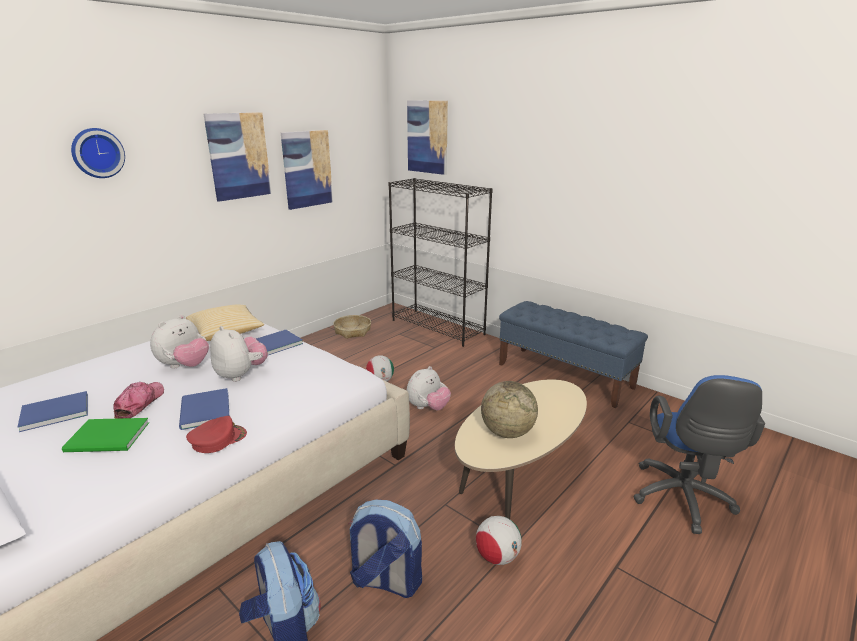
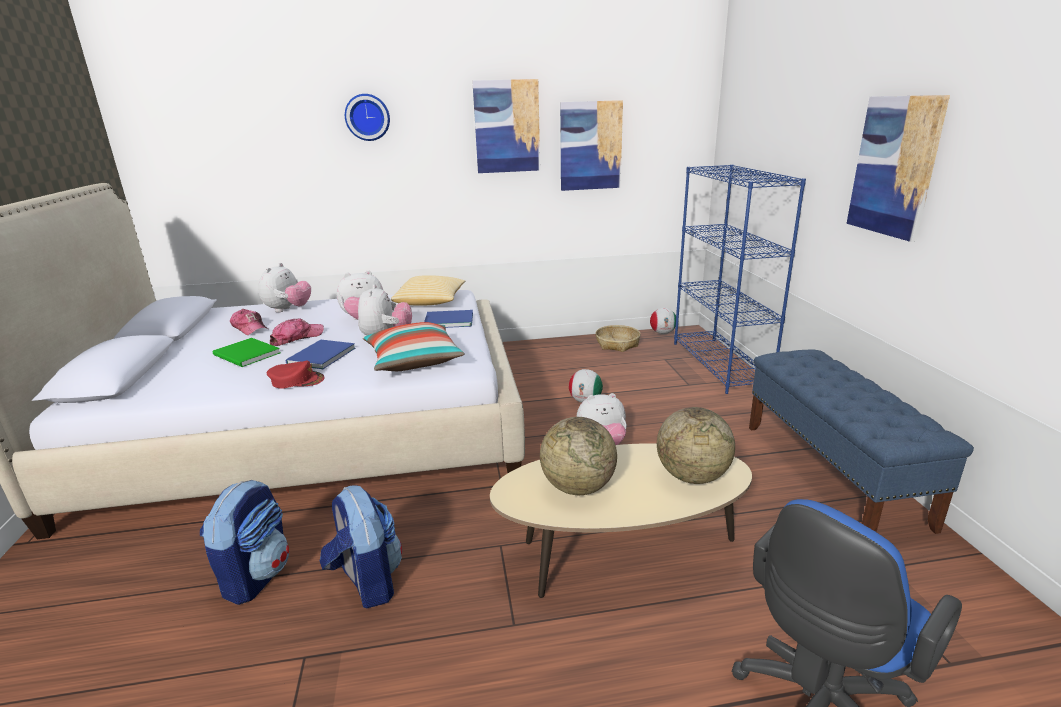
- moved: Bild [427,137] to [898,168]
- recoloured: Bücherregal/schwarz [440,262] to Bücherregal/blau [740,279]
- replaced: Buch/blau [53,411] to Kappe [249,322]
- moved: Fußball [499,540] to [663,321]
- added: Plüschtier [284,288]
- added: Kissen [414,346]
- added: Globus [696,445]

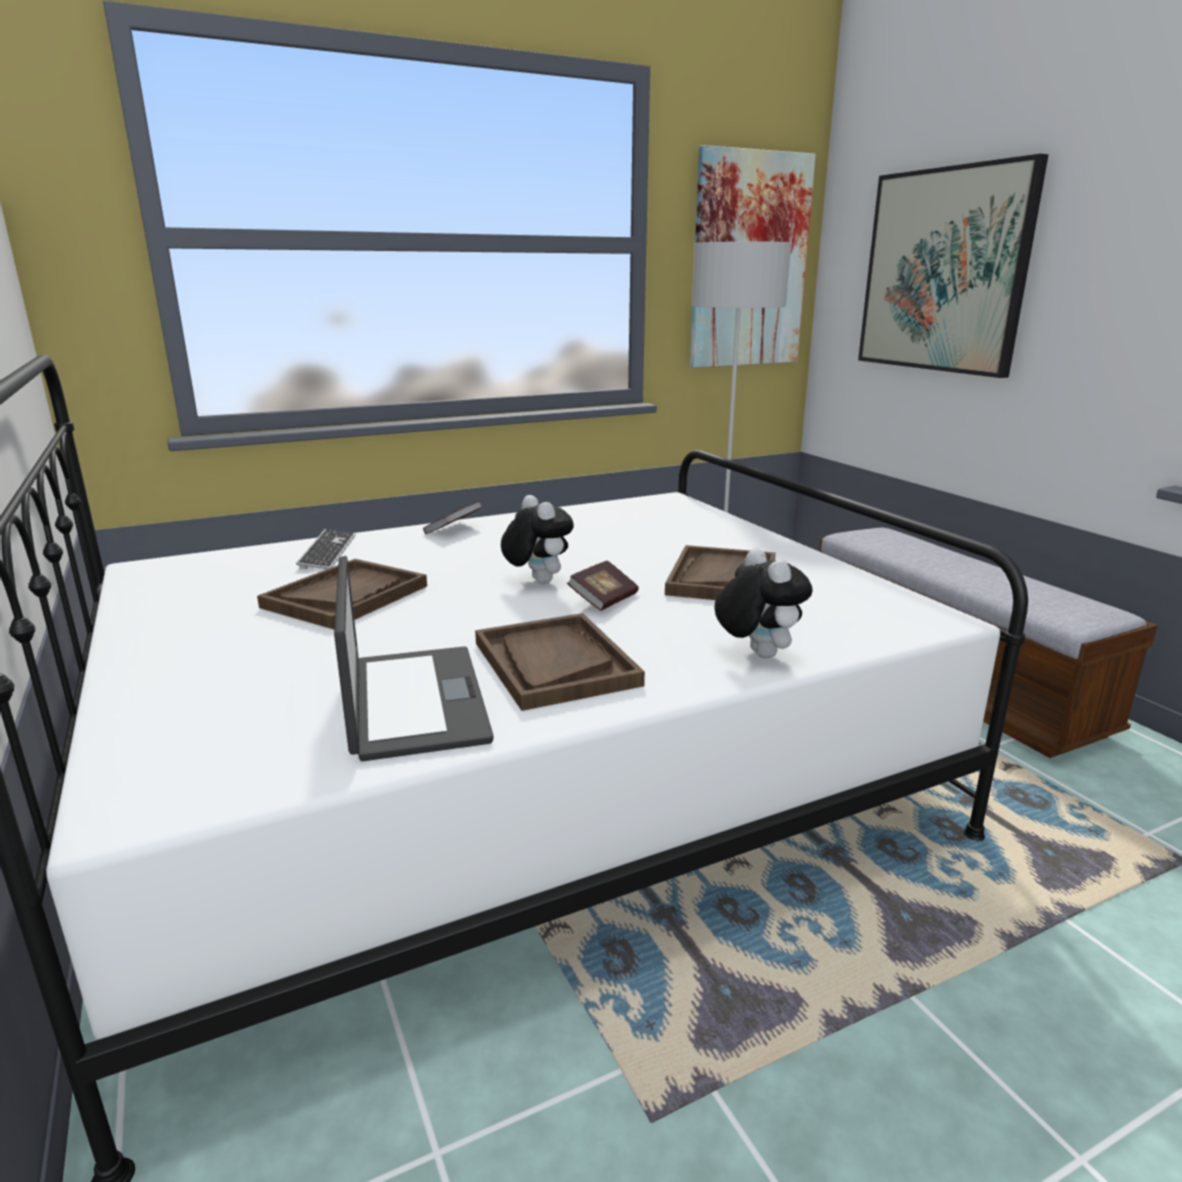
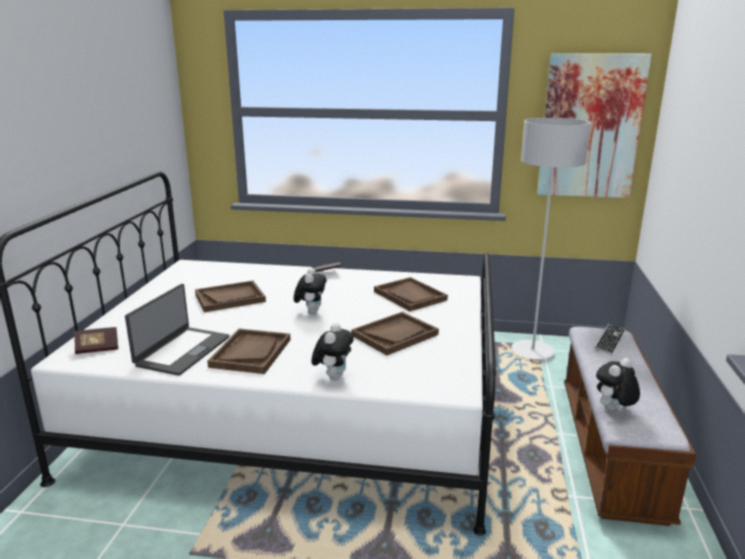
- removed: Bild [953,266]
- moved: Tastatur [325,549] to [610,339]
- moved: Buch [603,586] to [96,340]
- added: Tablett/braun [411,294]
- added: Plüschtier [618,384]

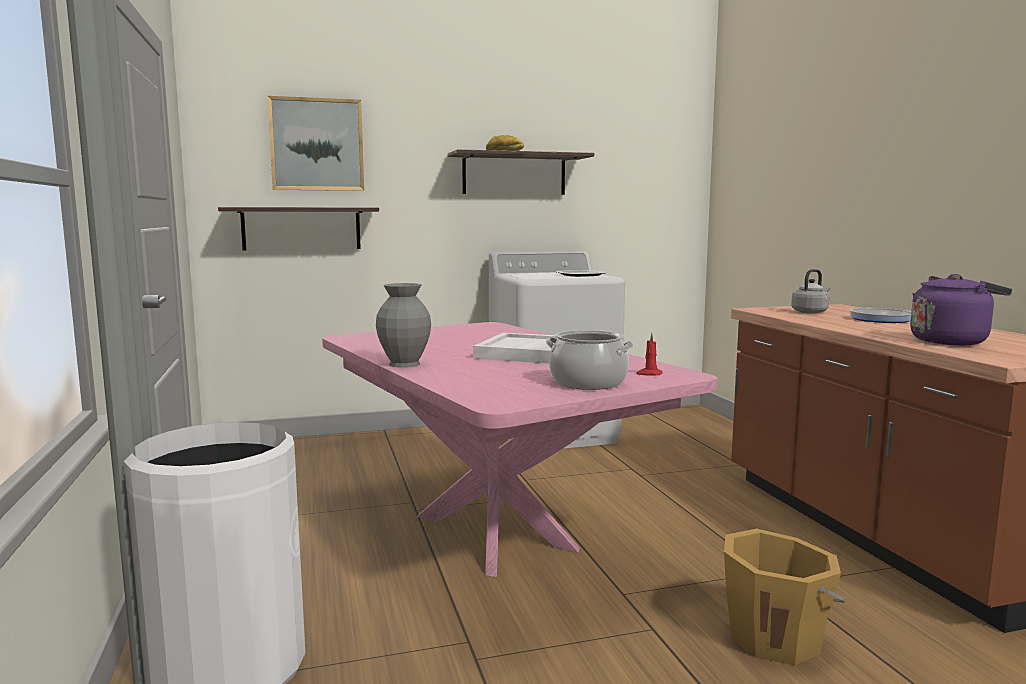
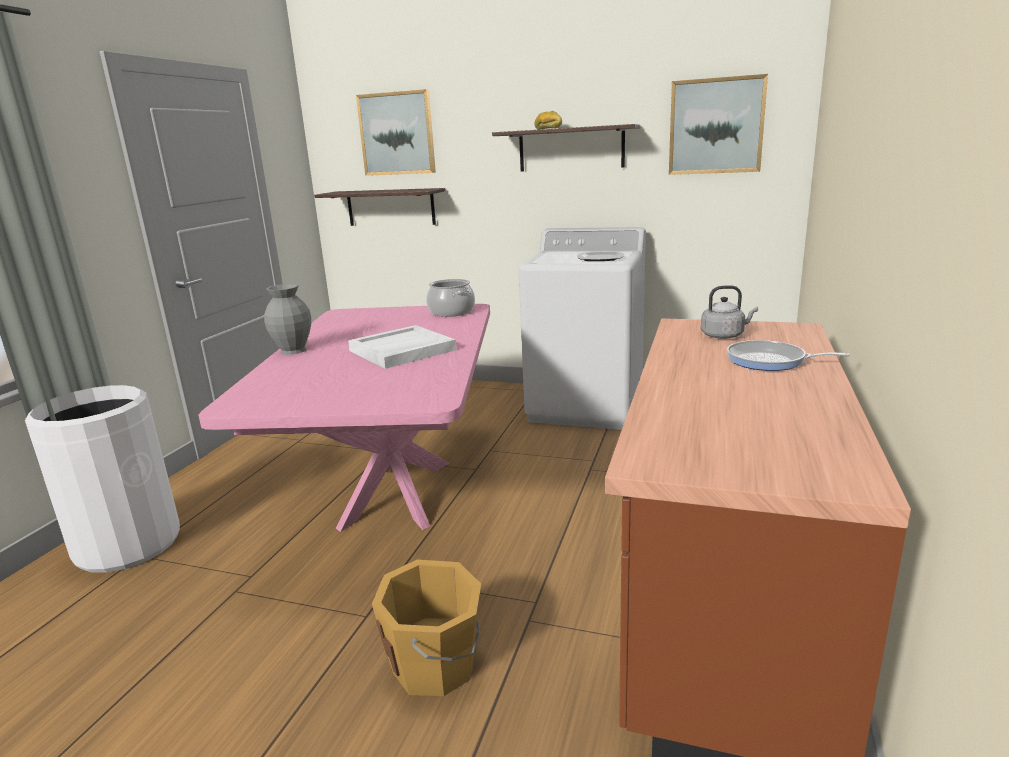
- removed: Wasserkessel/lila [961,309]
- moved: Kochtopf [590,360] to [450,298]
- removed: Kerze/rot [649,354]
- added: Bild [718,124]

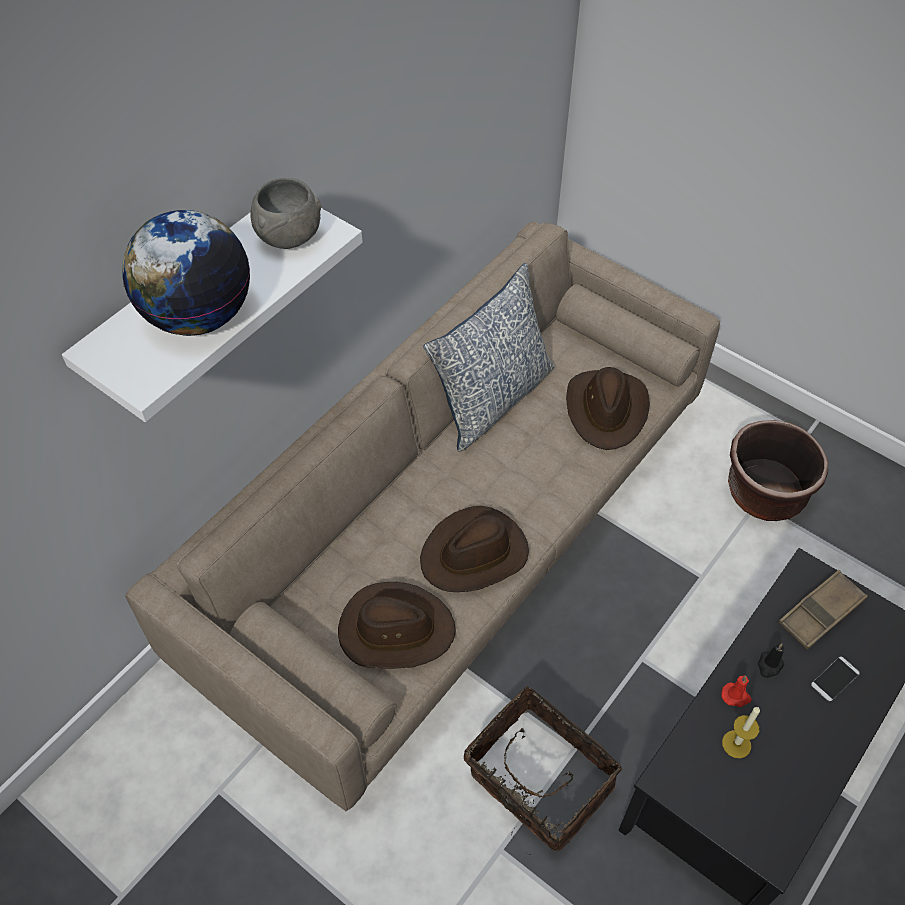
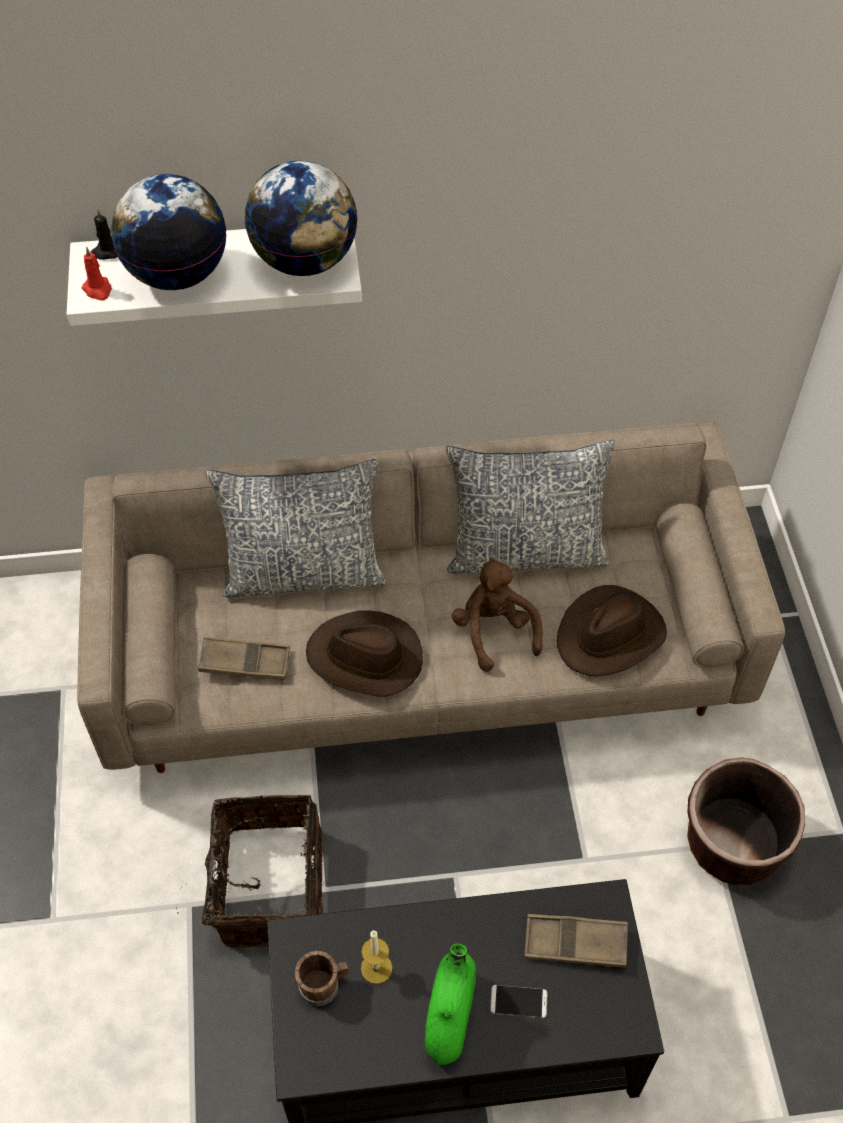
- replaced: Schüssel/grau [286,213] to Globus [301,218]
- replaced: Hut/braun [397,625] to Tablett/braun [244,659]
- moved: Kerze/schwarz [771,661] to [104,234]
- moved: Kerze/rot [736,691] to [96,274]
- added: Kissen [296,528]
- added: Plüschtier/braun [497,614]
- added: Vase/grün [450,1004]
- added: Henkelbecher/braun [321,978]

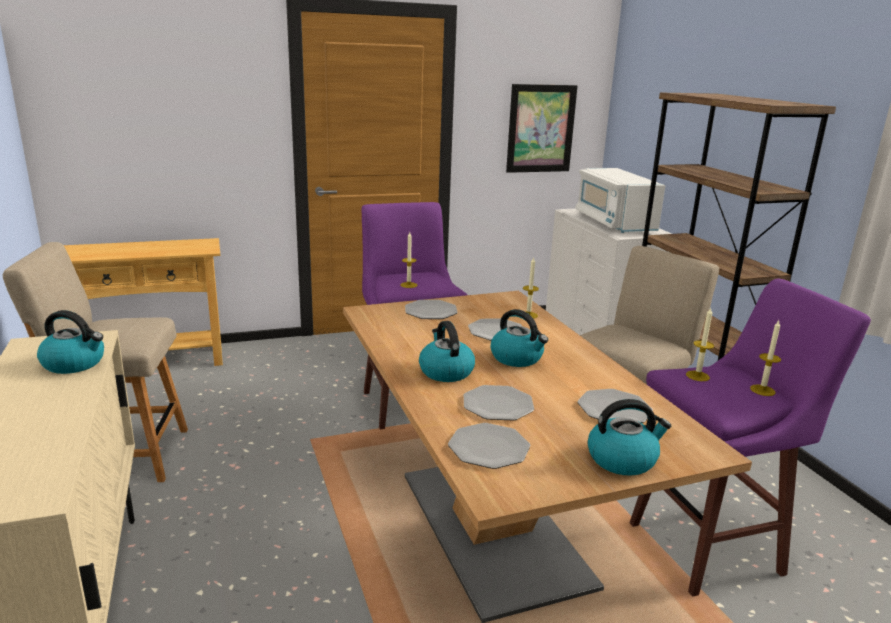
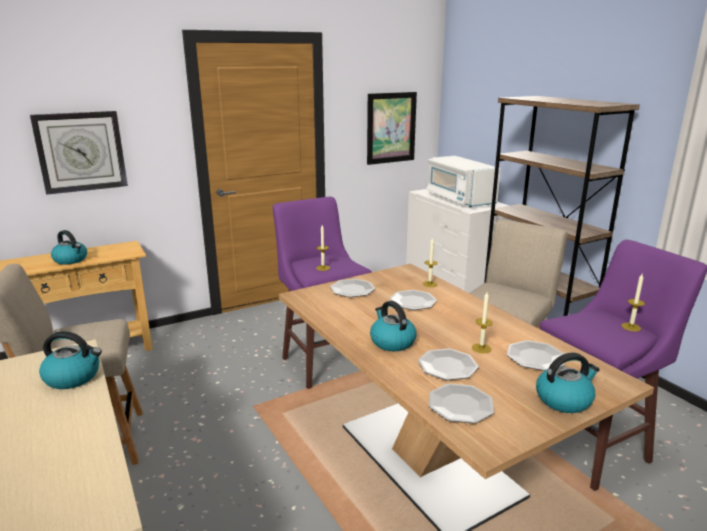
- moved: Kerze [700,344] to [482,322]
- moved: Wasserkessel [519,338] to [69,247]
- added: Wanduhr [79,153]

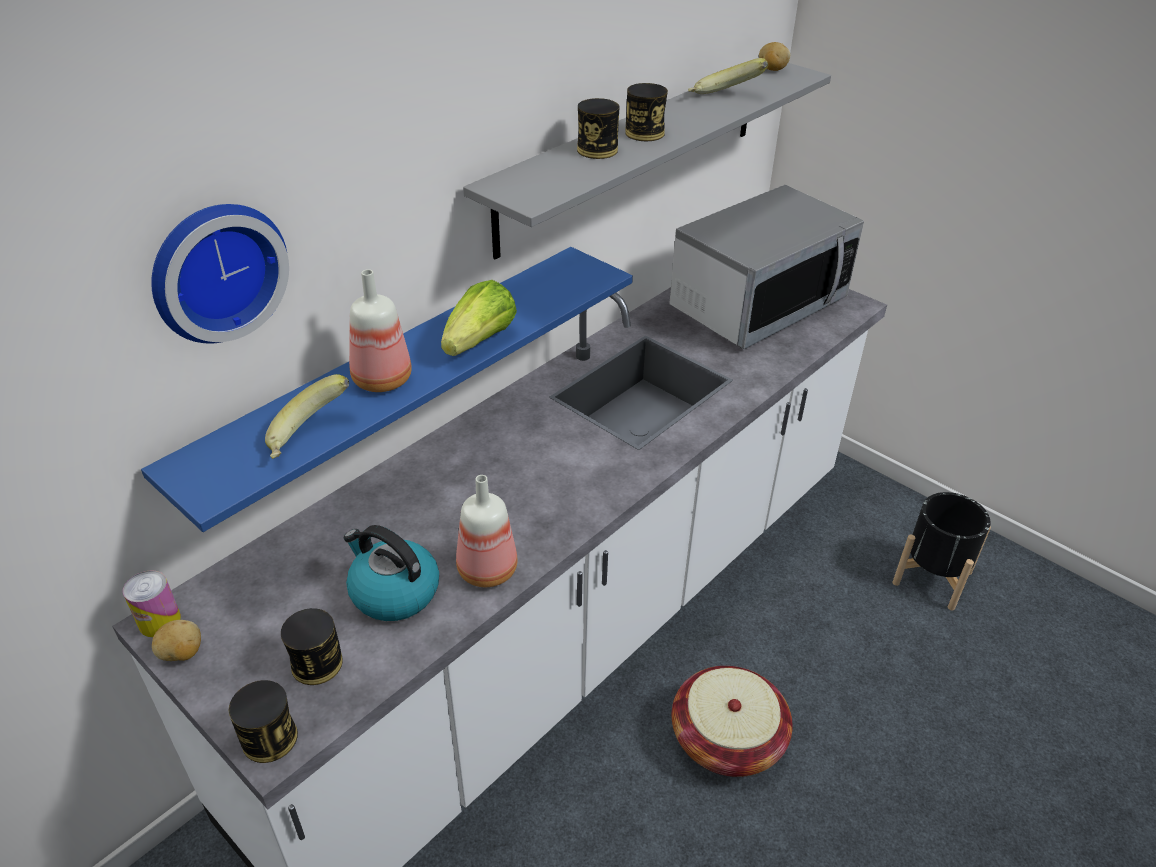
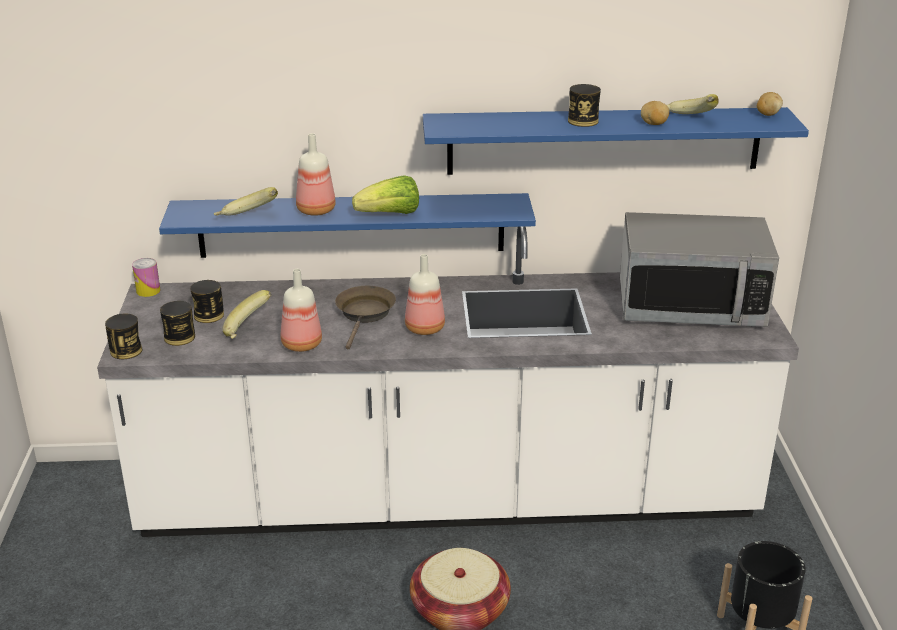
- recoloured: Wandregal/grau [647,161] to Wandregal/blau [616,141]
- moved: Dose [598,128] to [207,301]
- removed: Wanduhr [220,273]
- replaced: Wasserkessel [391,573] to Banane [246,314]
- moved: Kartoffel [176,640] to [655,113]
- added: Flasche [425,294]
- added: Pfanne/braun [365,317]

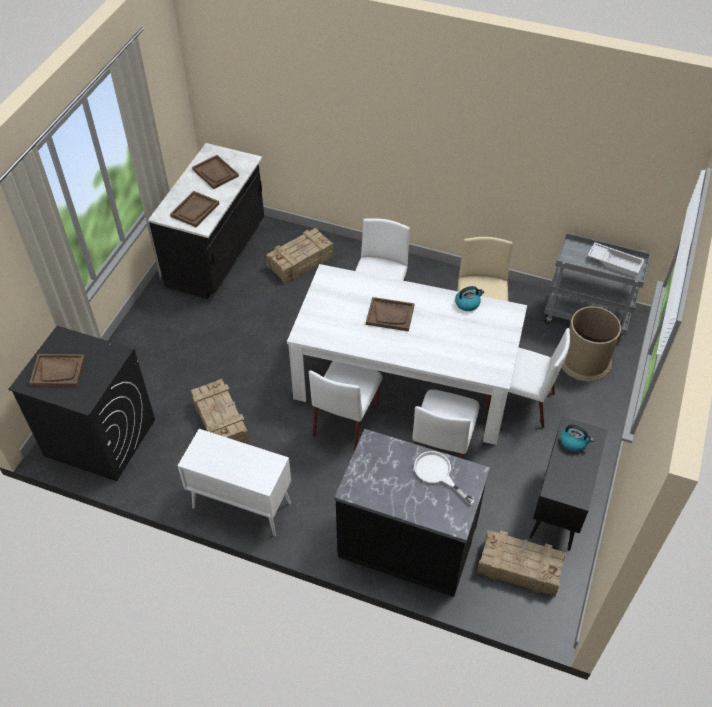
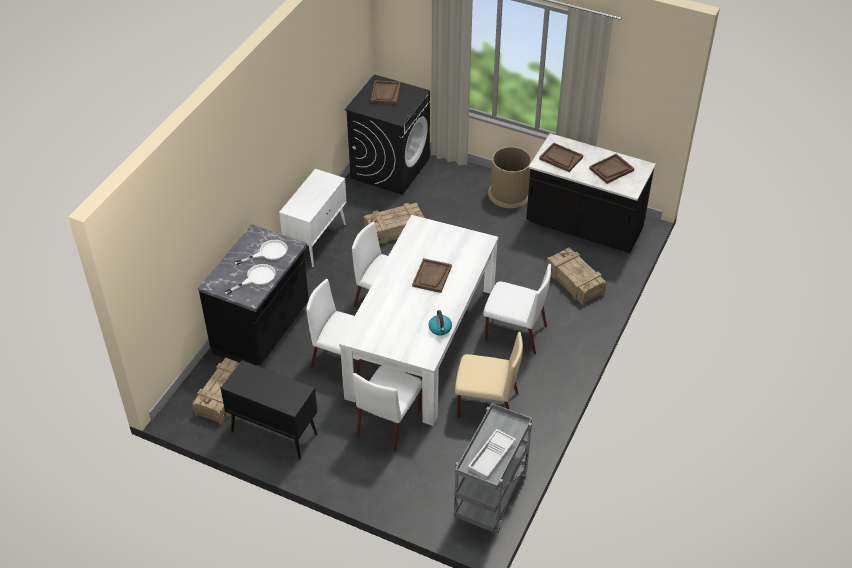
- moved: Mülleimer/braun [591,344] to [510,178]
- removed: Wasserkessel [577,438]
- added: Pfanne/weiß [261,252]

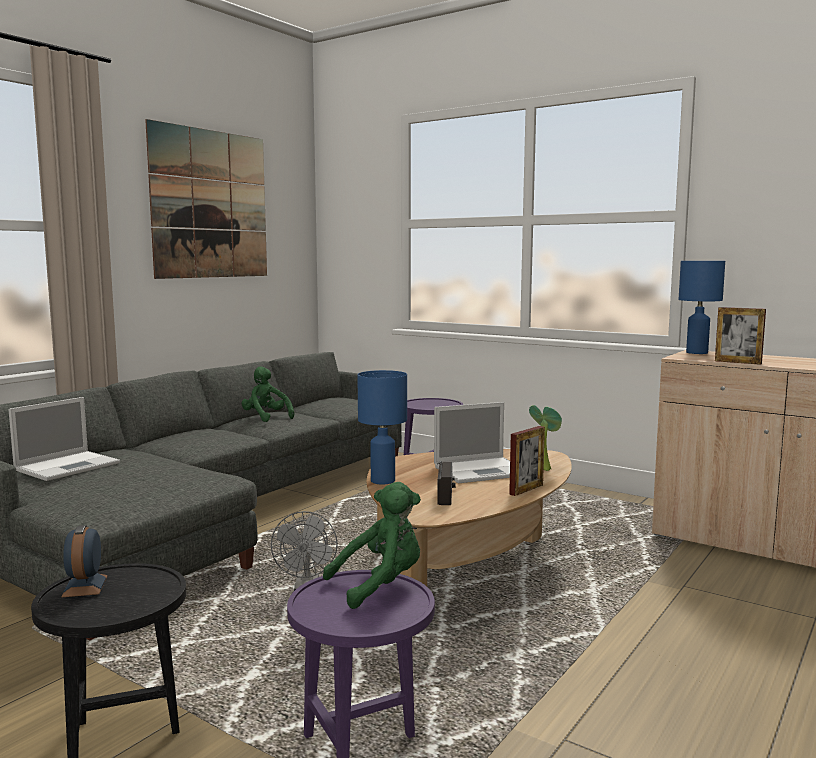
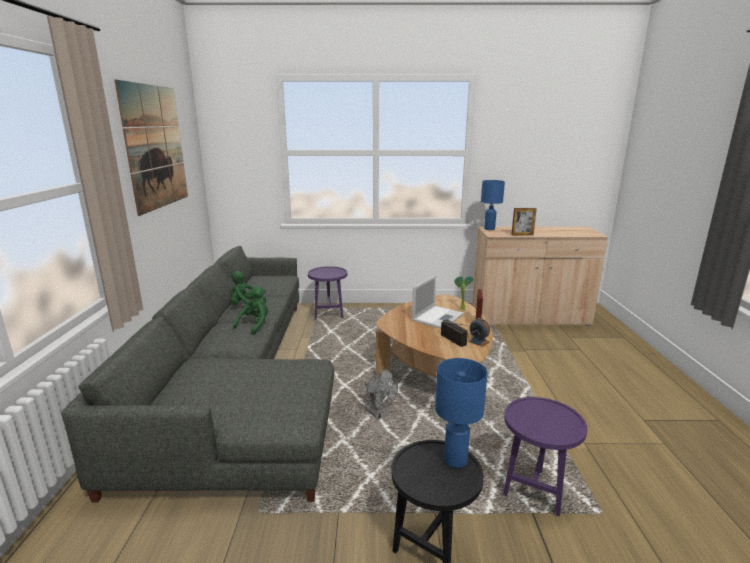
- moved: Tischlampe/blau [382,427] to [461,413]
- removed: Laptop [64,439]
- moved: Plüschtier/grün [372,545] to [250,310]
- moved: Wecker [84,561] to [479,332]

